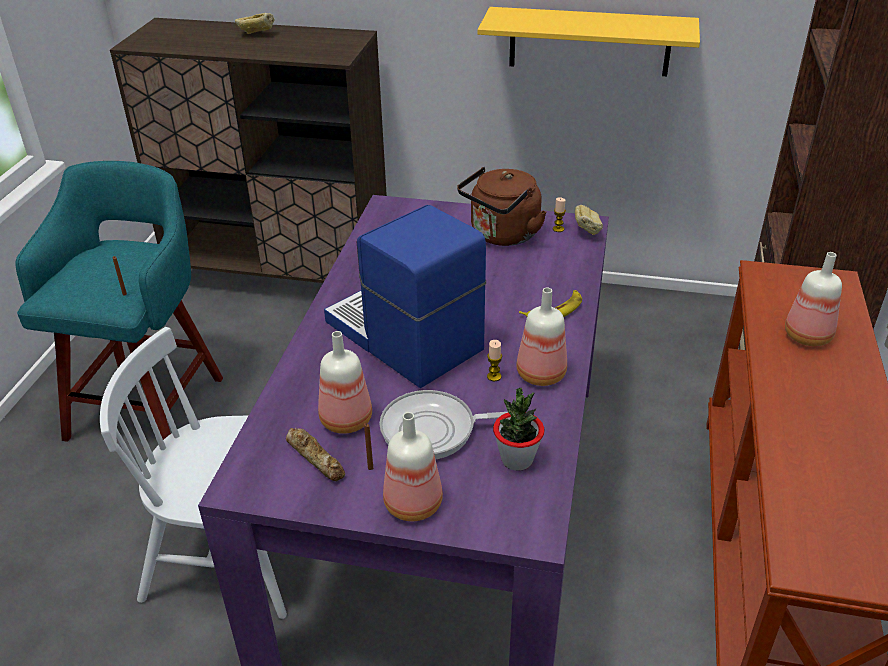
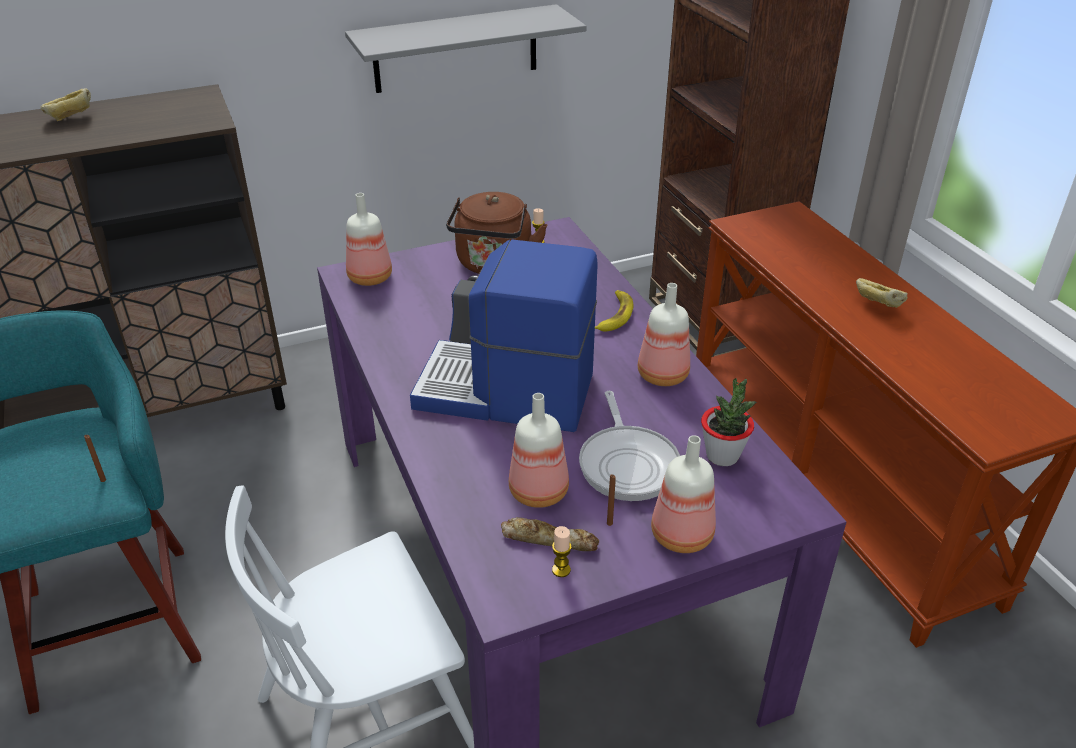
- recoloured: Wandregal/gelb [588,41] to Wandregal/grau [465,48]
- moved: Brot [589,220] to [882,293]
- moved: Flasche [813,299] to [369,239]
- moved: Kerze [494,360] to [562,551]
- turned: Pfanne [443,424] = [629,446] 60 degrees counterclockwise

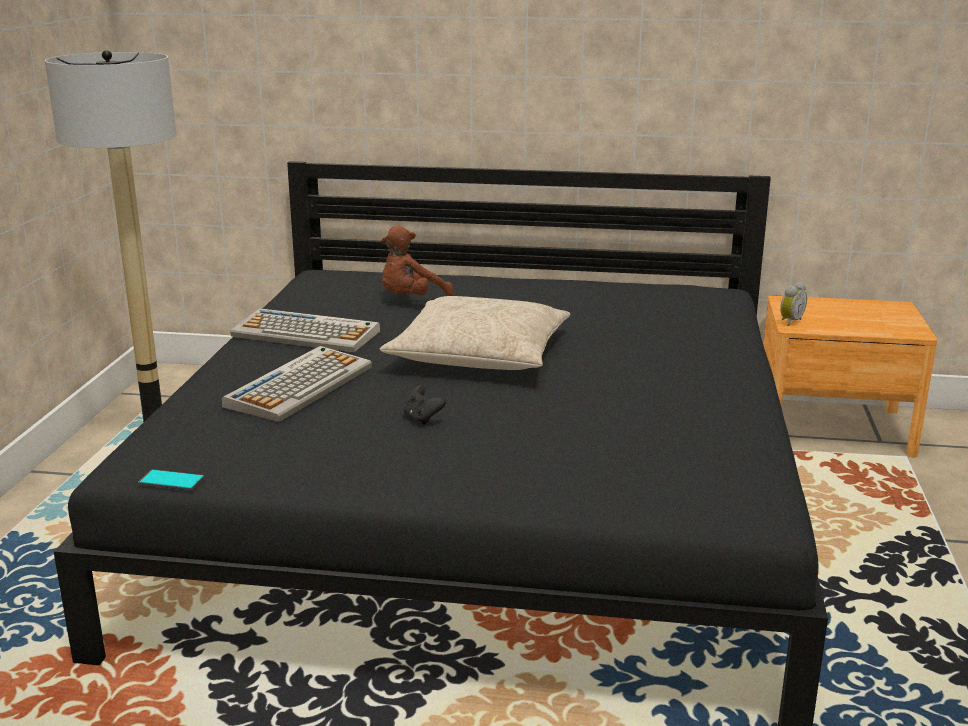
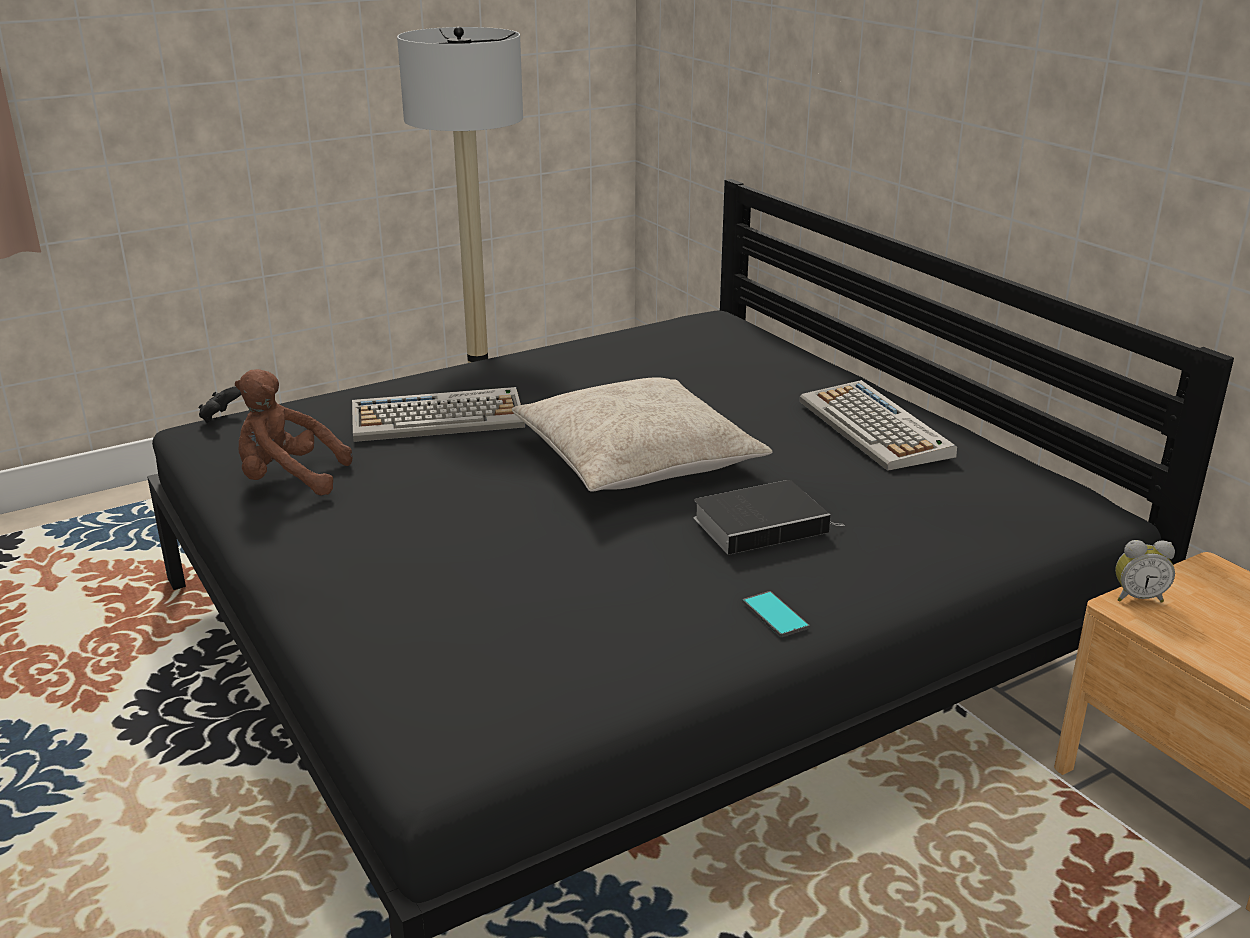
- moved: Plüschtier/braun [417,261] to [294,432]
- moved: Tastatur [305,330] to [878,425]
- moved: Gamepad/schwarz [424,405] to [220,404]
- moved: Handy [171,480] to [775,614]
- added: Buch [769,517]

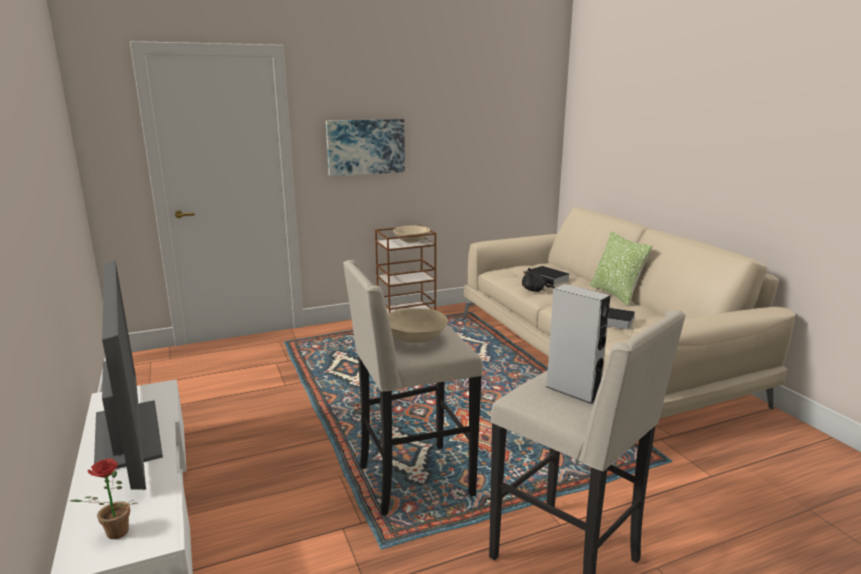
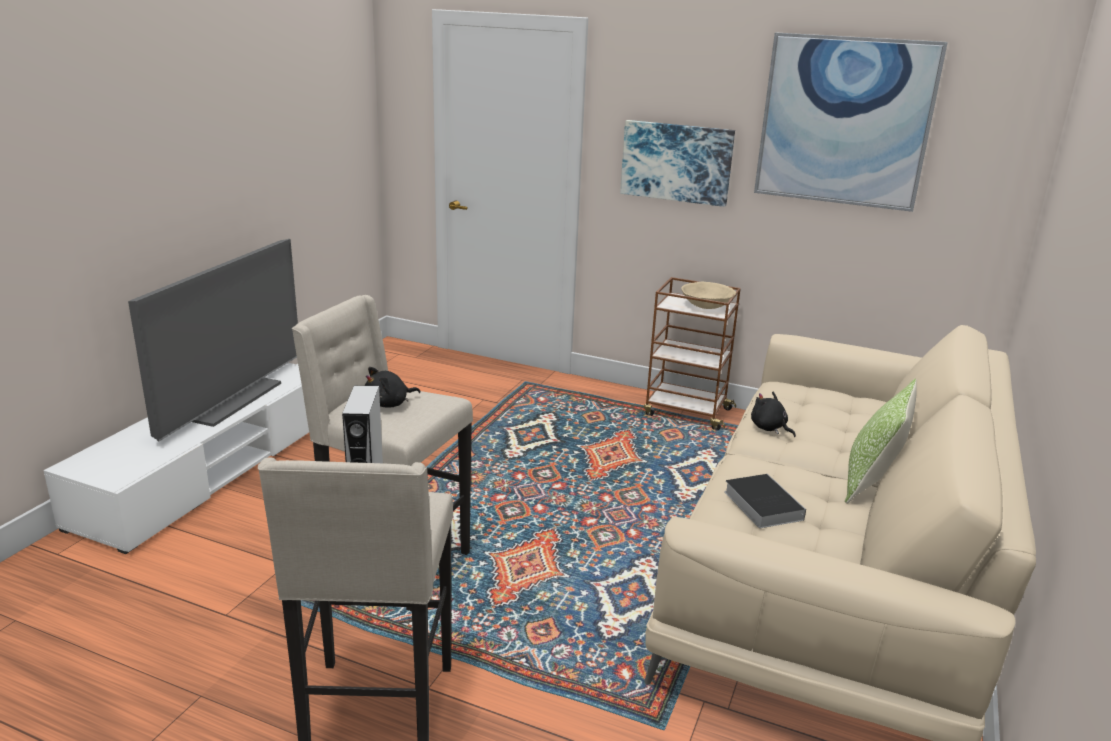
- removed: Buch [548,276]
- replaced: Schüssel/beige [418,325] to Plüschtier/schwarz [392,387]
- removed: Topfpflanze [103,499]
- added: Bild [851,122]

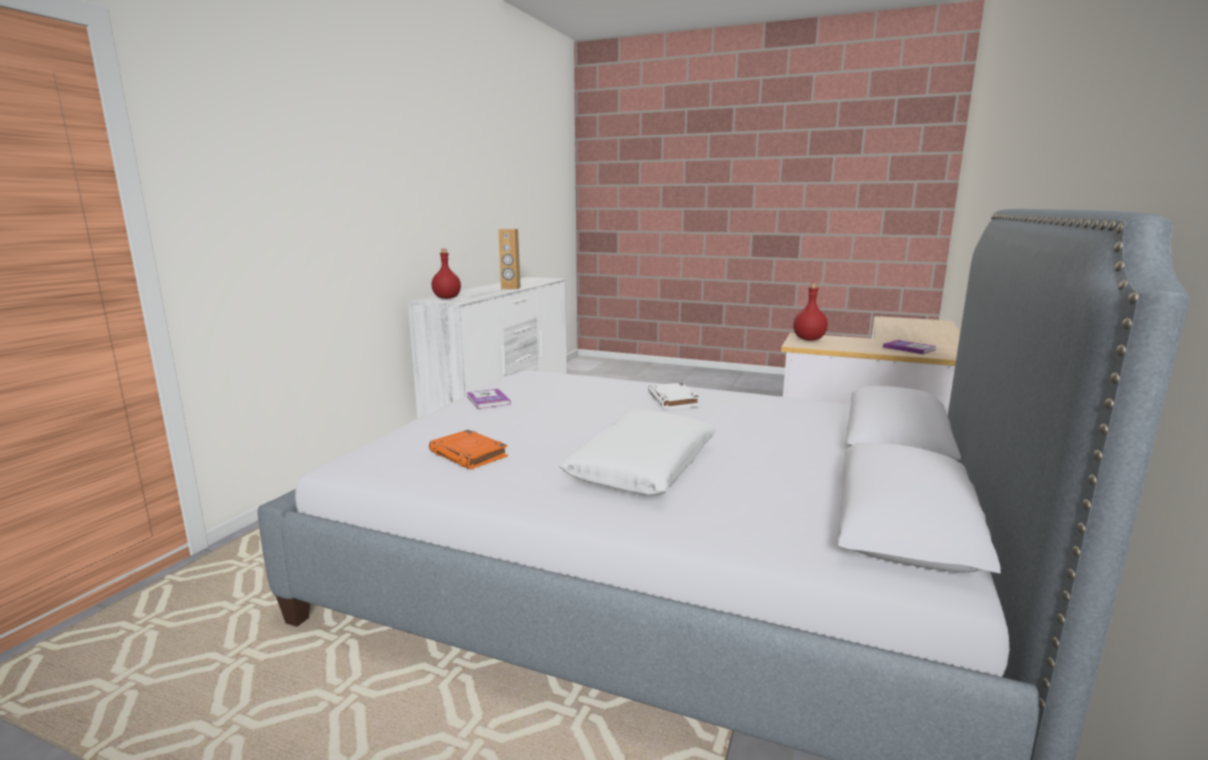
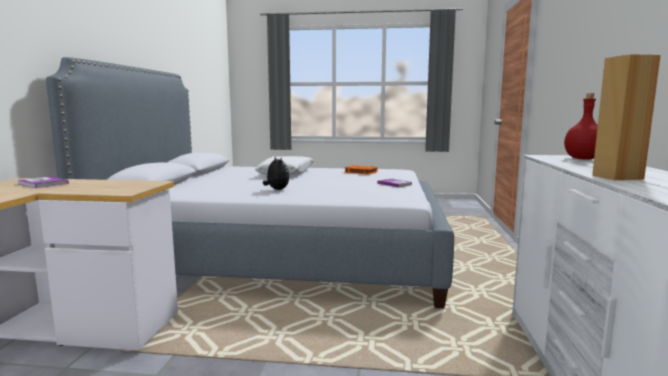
- removed: Flasche/rot [810,311]
- replaced: Buch/weiß [674,396] to Plüschtier [276,173]

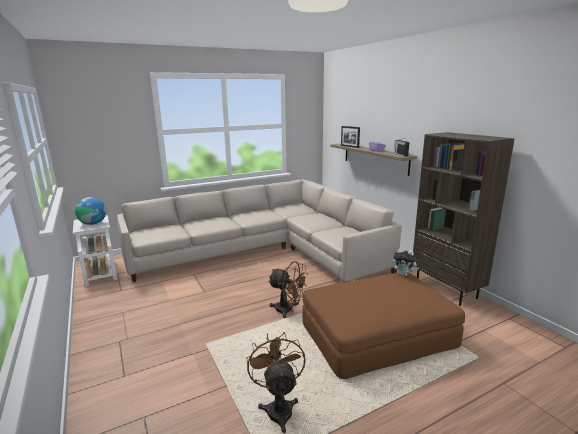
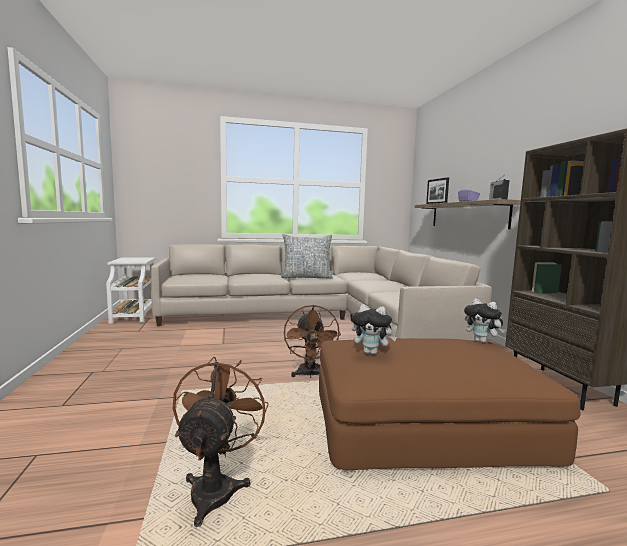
- removed: Globus [90,211]
- turned: Ventilator/braun [288,289] = [312,341] 45 degrees clockwise
- added: Kissen [307,256]
- added: Plüschtier [374,329]

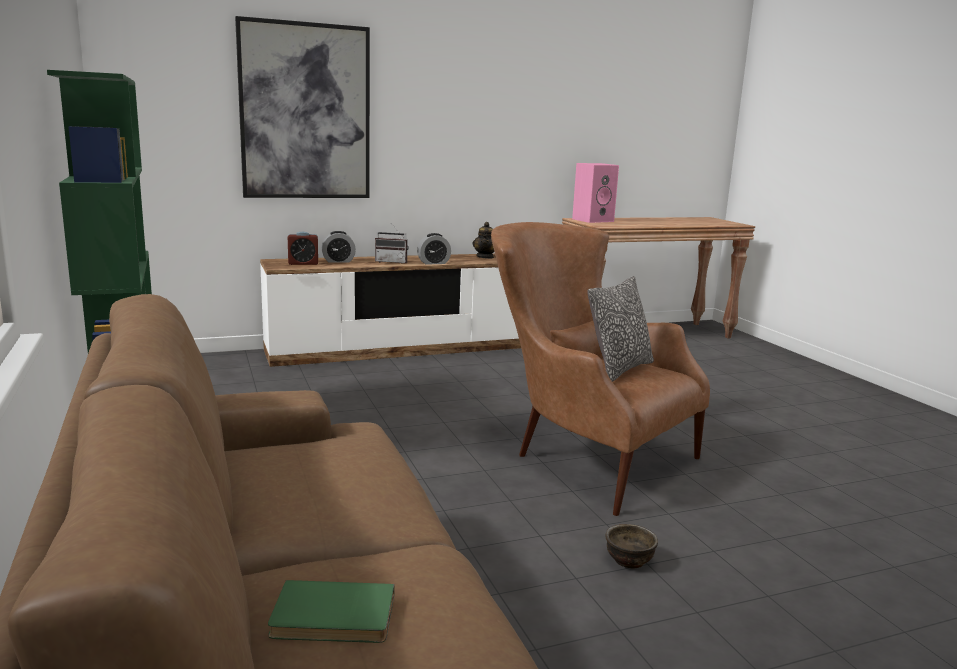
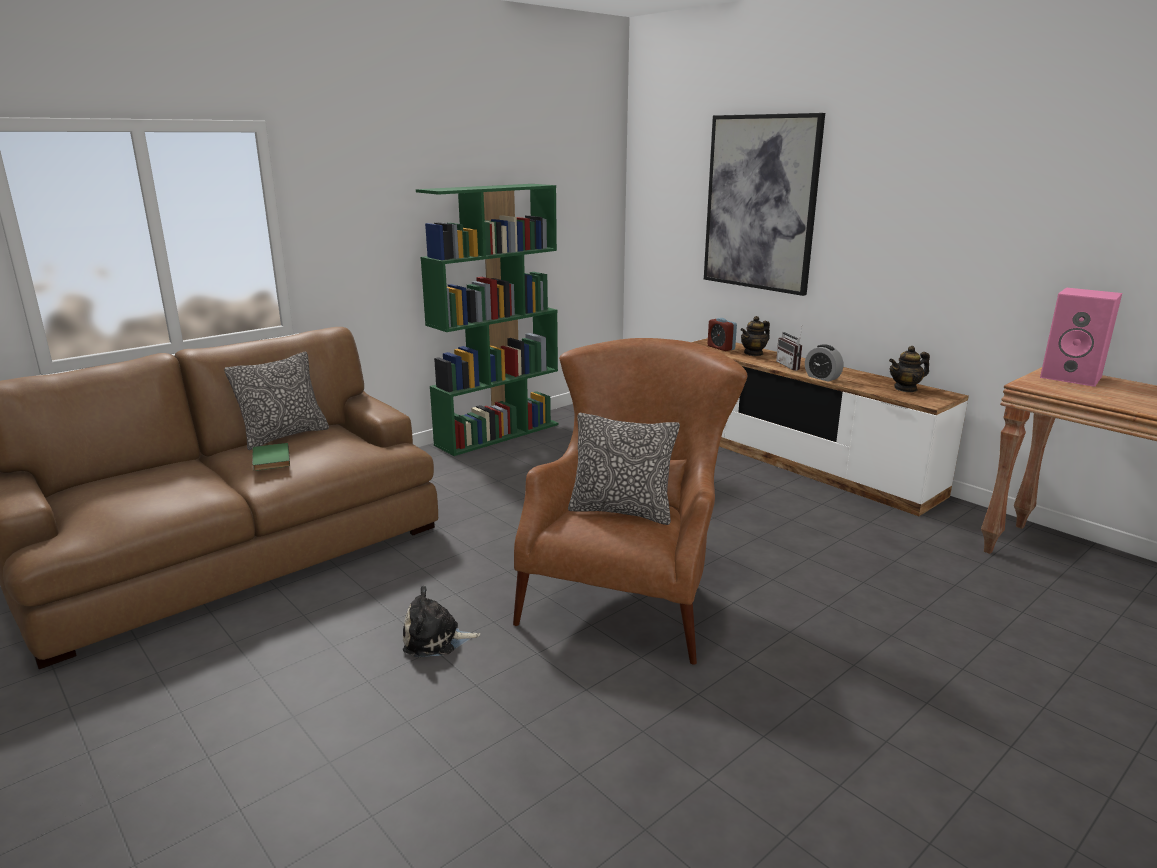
- replaced: Wecker [339,247] to Teekanne [755,336]
- replaced: Schüssel/braun [631,546] to Plüschtier [442,621]
- moved: Buch/grün [331,611] to [271,457]
- added: Kissen [276,401]

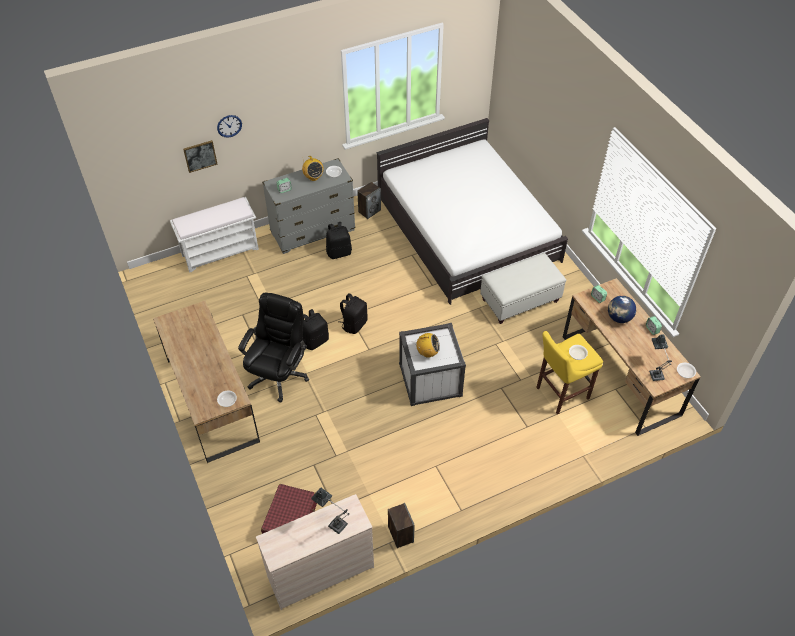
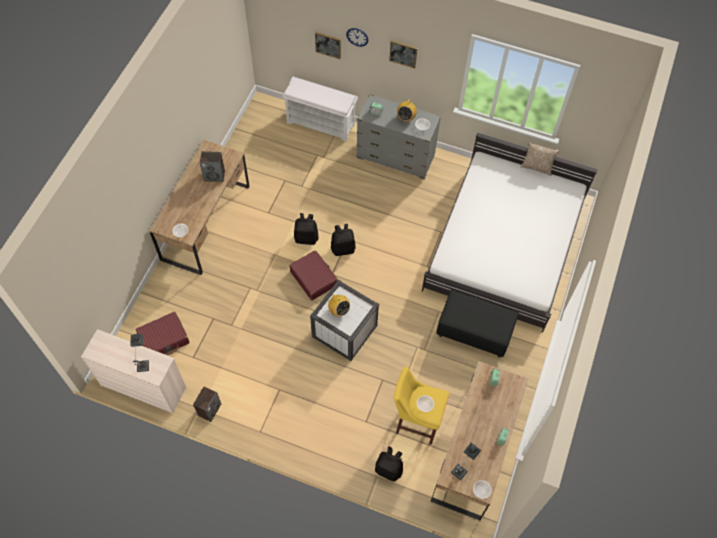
- moved: Lautsprecher [369,200] to [212,166]
- moved: Rucksack/schwarz [339,240] to [389,463]
- recoloured: Polsterhocker/weiß [523,288] to Polsterhocker/schwarz [478,324]
- removed: Bürostuhl/schwarz [273,348]
- removed: Globus [622,309]
- added: Bild [403,54]
- added: Kissen [540,159]
- added: Koffer/rot [313,275]

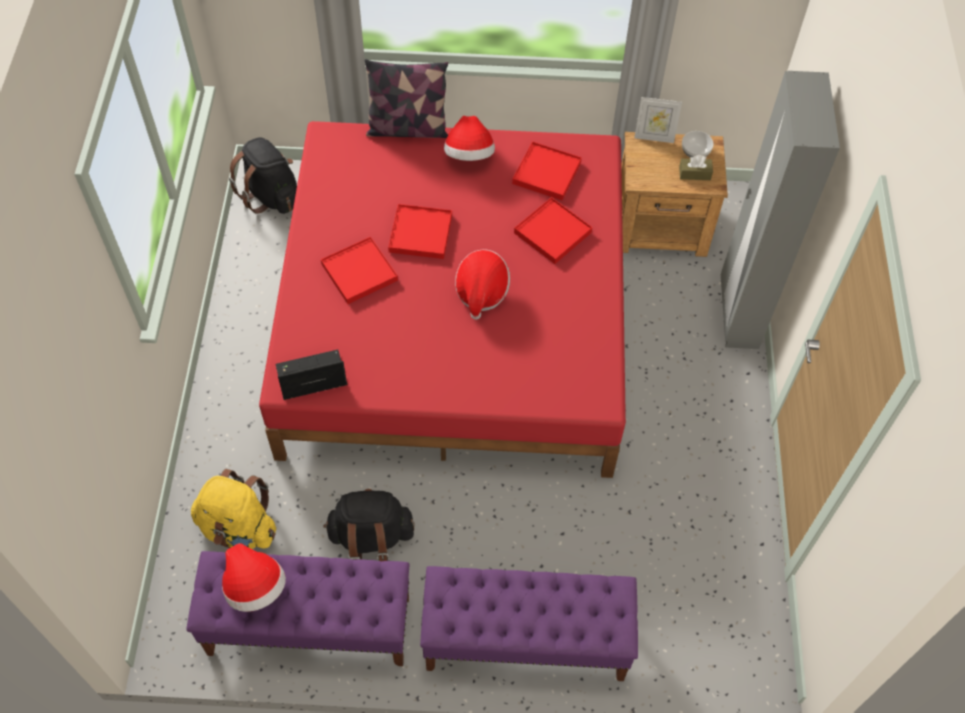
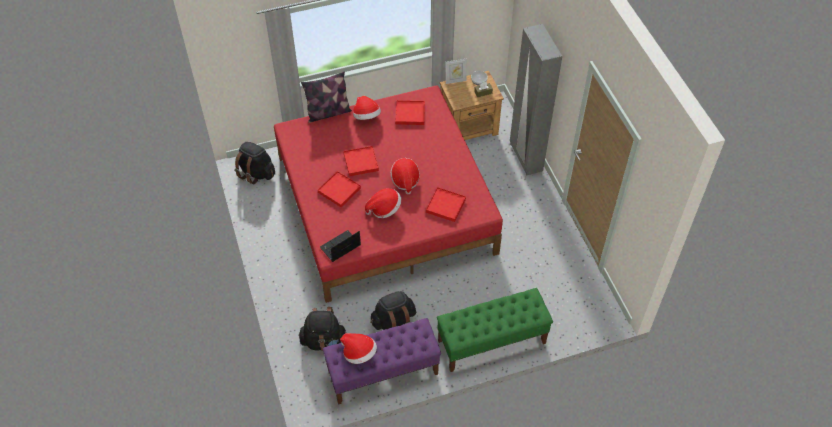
- moved: Tablett/rot [553,230] to [446,204]
- recoloured: Rucksack/gelb [233,509] to Rucksack/schwarz [323,329]
- recoloured: Bank/lila [529,623] to Bank/grün [495,330]
- added: Hut [383,203]

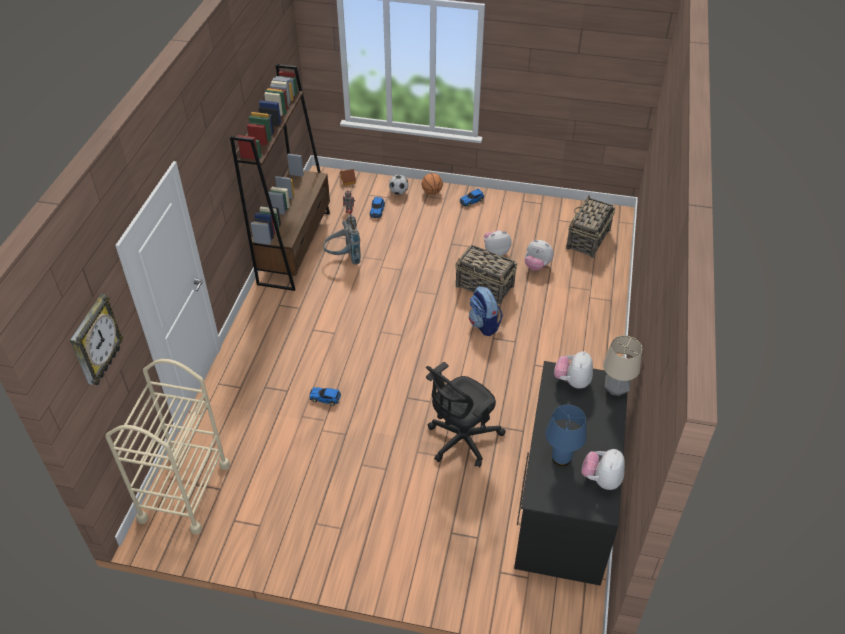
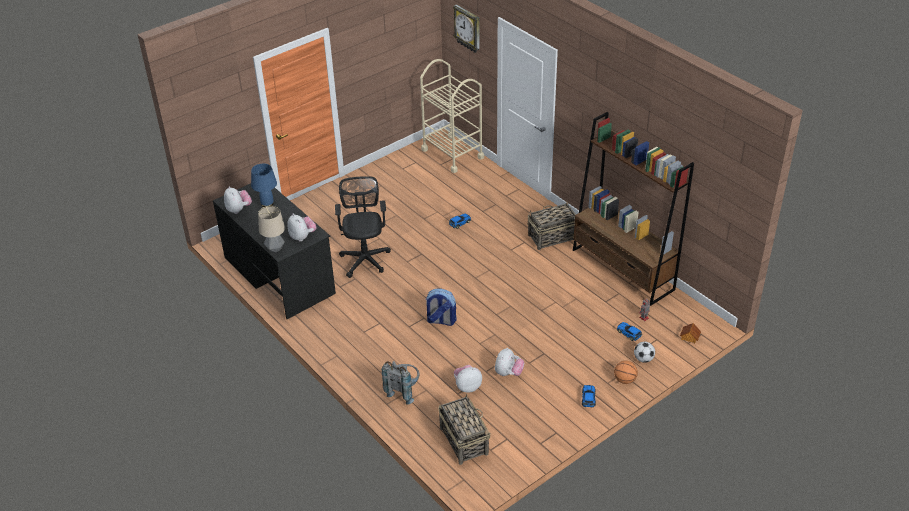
- moved: Rucksack/grau [342,239] to [401,383]
- moved: Korb [486,274] to [551,226]

